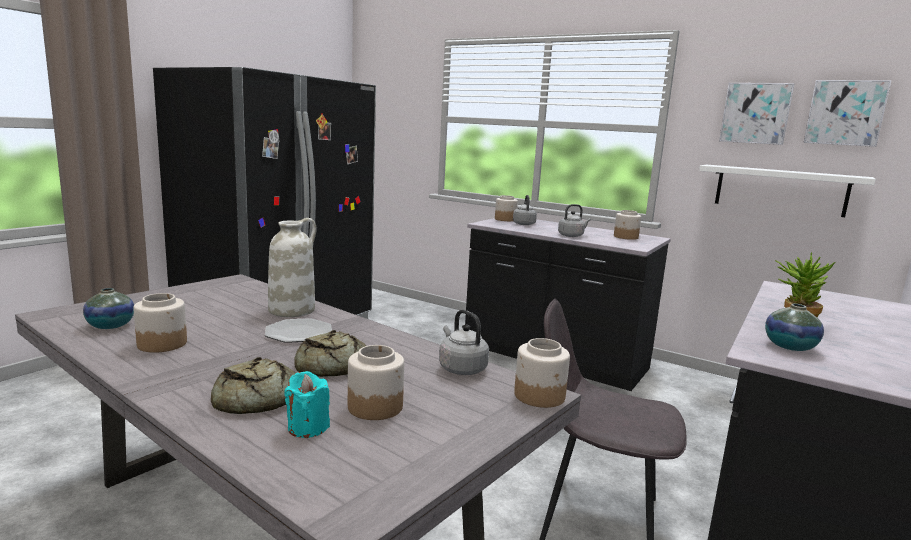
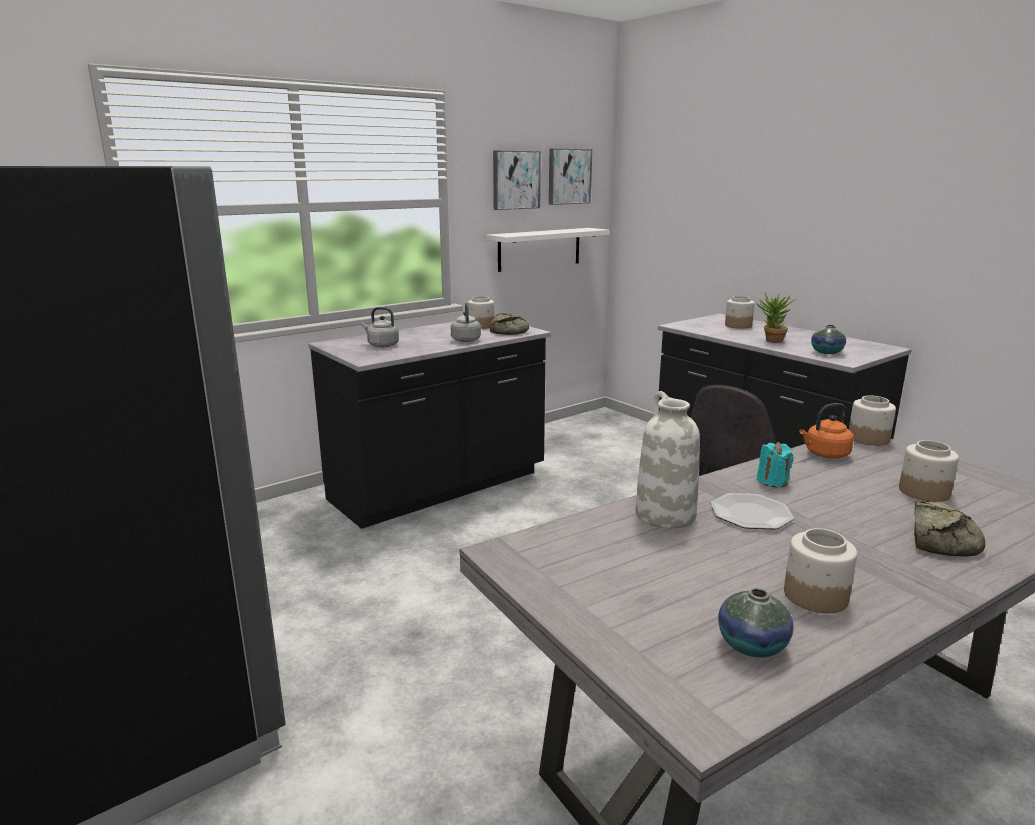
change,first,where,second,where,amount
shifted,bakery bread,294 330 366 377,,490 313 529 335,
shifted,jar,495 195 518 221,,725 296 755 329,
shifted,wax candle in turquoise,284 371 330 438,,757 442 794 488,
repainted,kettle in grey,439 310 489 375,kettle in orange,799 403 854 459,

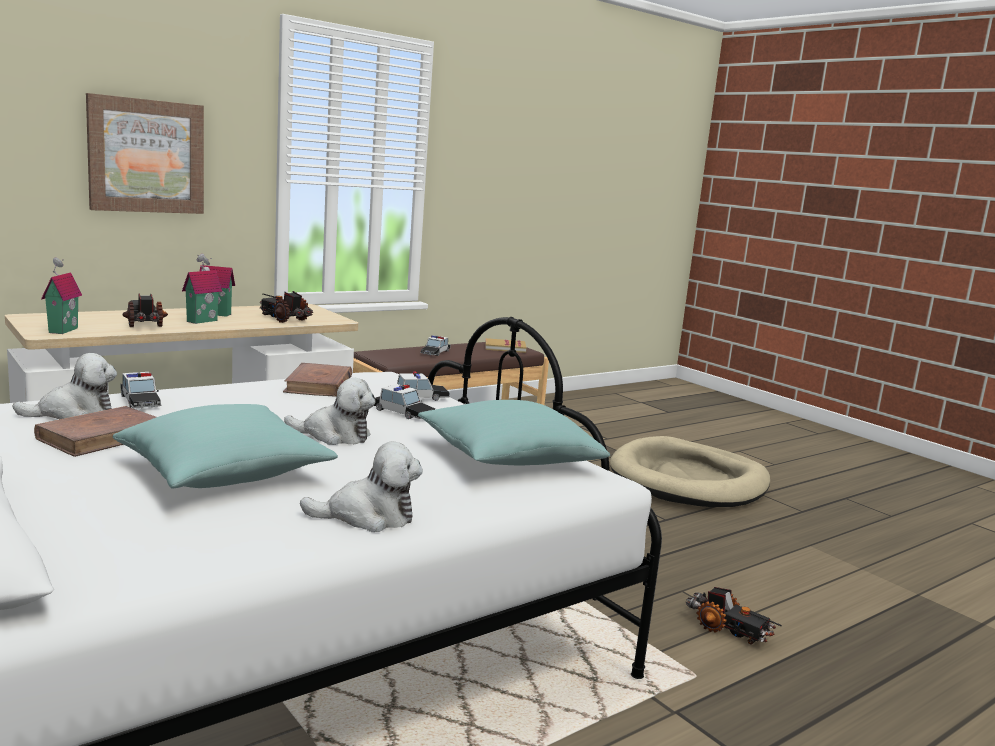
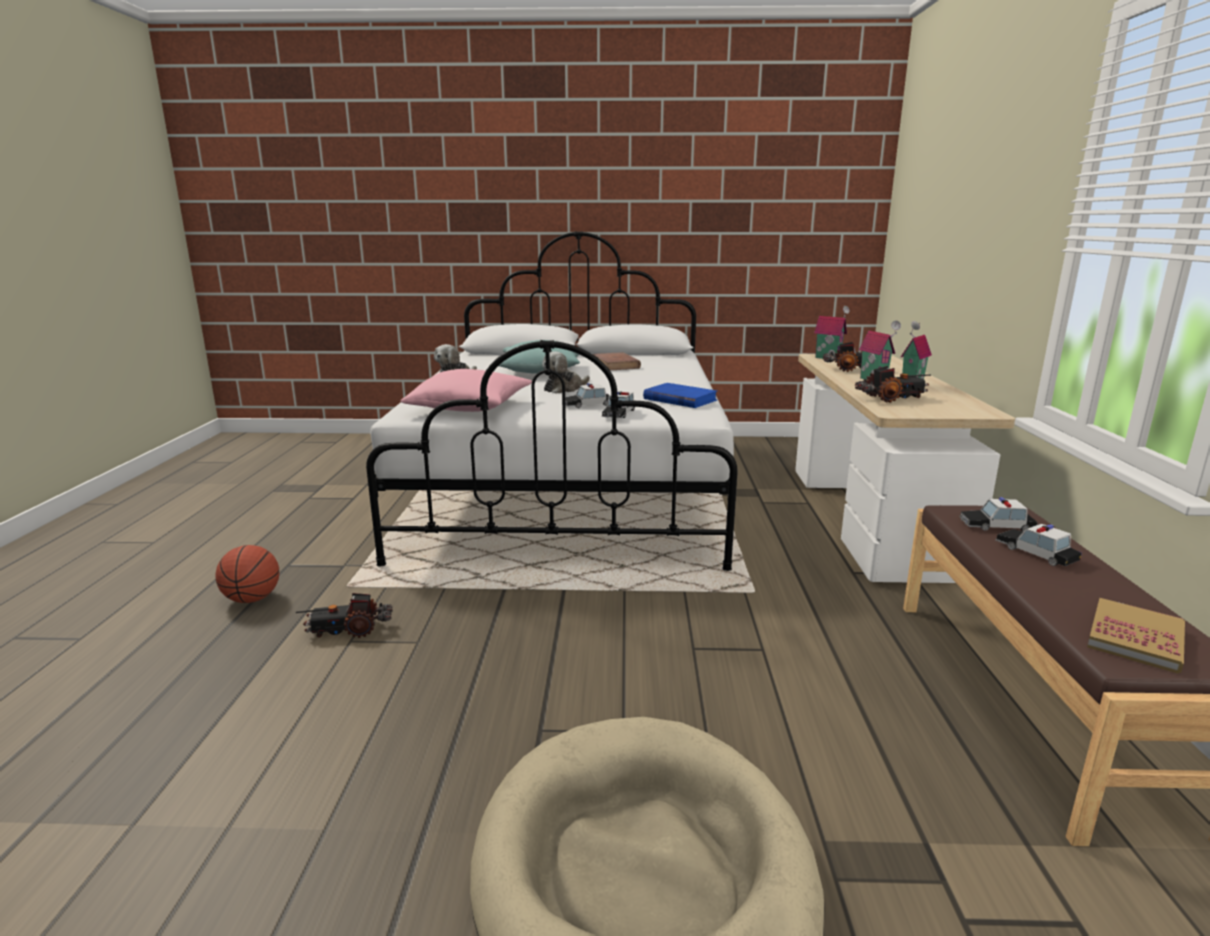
change,first,where,second,where,amount
new,,,basketball,215 545 279 603,
repainted,throw pillow in turquoise,418 400 610 466,throw pillow in pinkish,401 369 532 412,
repainted,bound book in brown,283 363 352 397,bound book in bluish,643 383 717 408,
shifted,toy car,121 372 162 408,,959 497 1038 532,
gone,cuddly toy,13 353 117 419,,,
gone,wall picture,86 93 204 214,,,

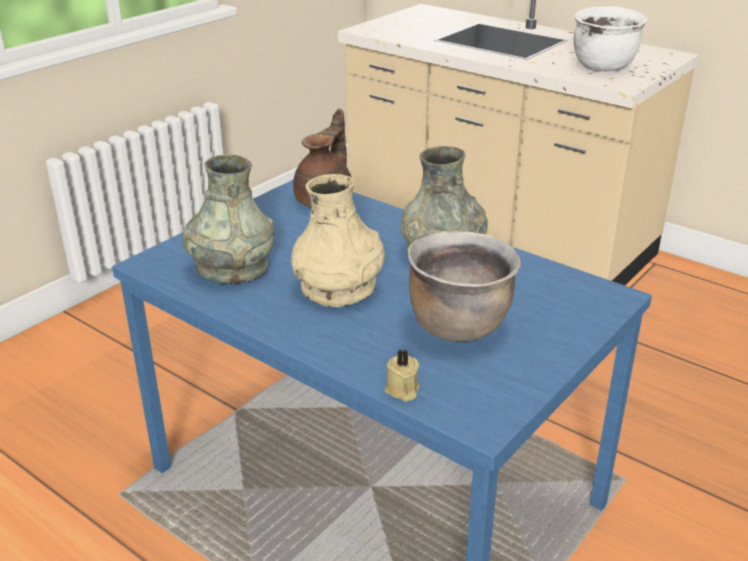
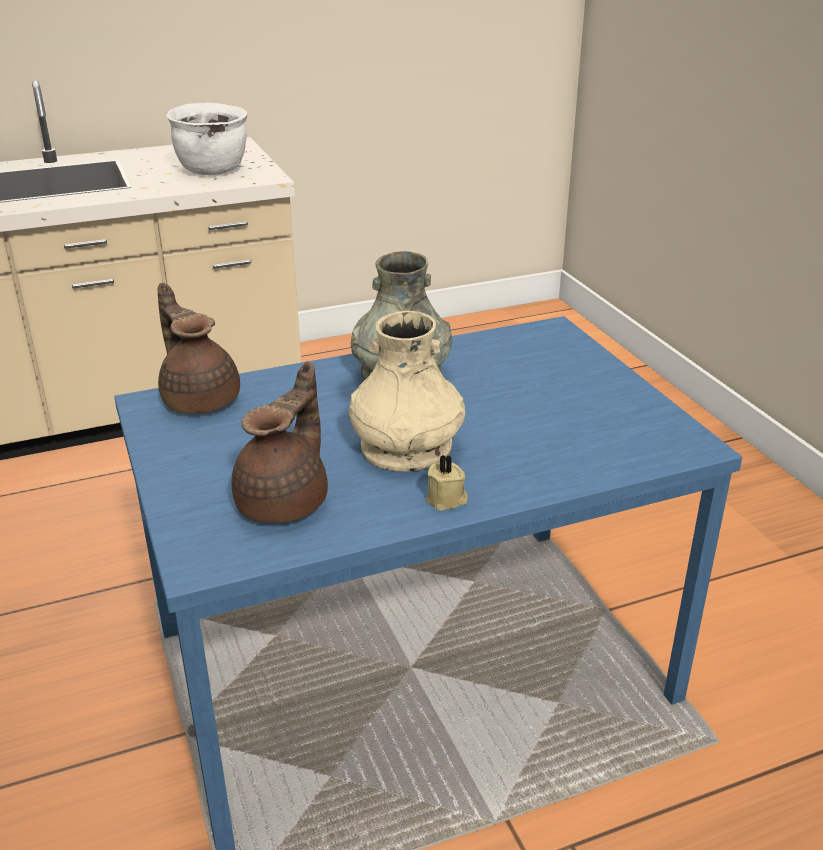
change,first,where,second,where,amount
swapped,decorative vase in grey,182 154 275 284,teapot in brown,231 361 328 523,
shifted,wax candle in beige-coloured,385 349 420 401,,426 454 468 511,
gone,stockpot in brown,407 231 521 342,,,

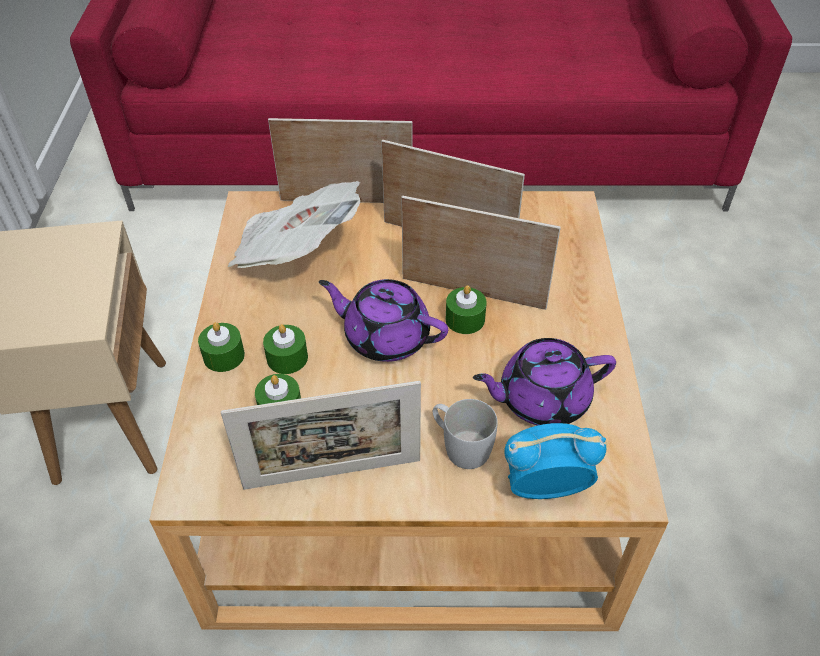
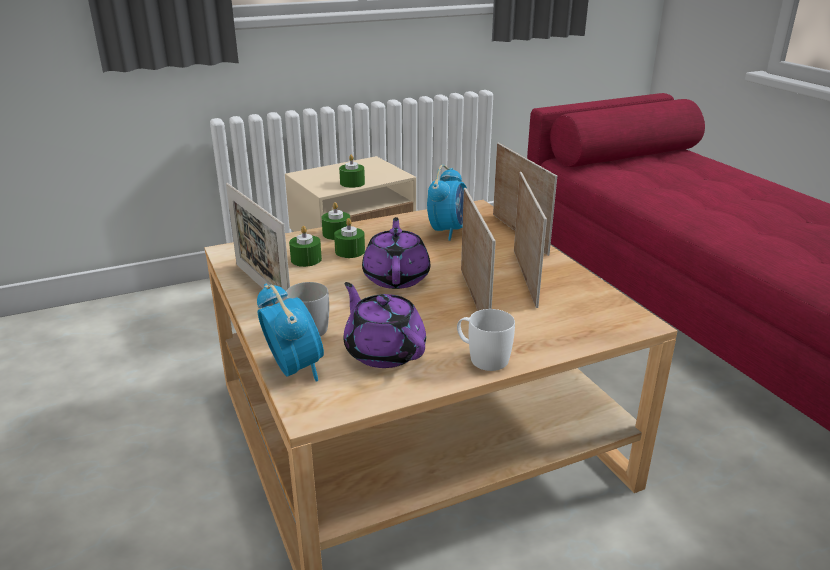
change,first,where,second,where,amount
shifted,wax candle in green-coloured,446 285 487 334,,339 155 365 188,
swapped,daily paper,227 181 360 268,bedside clock,427 165 467 241,
new,,,mug in whitish,457 309 515 371,

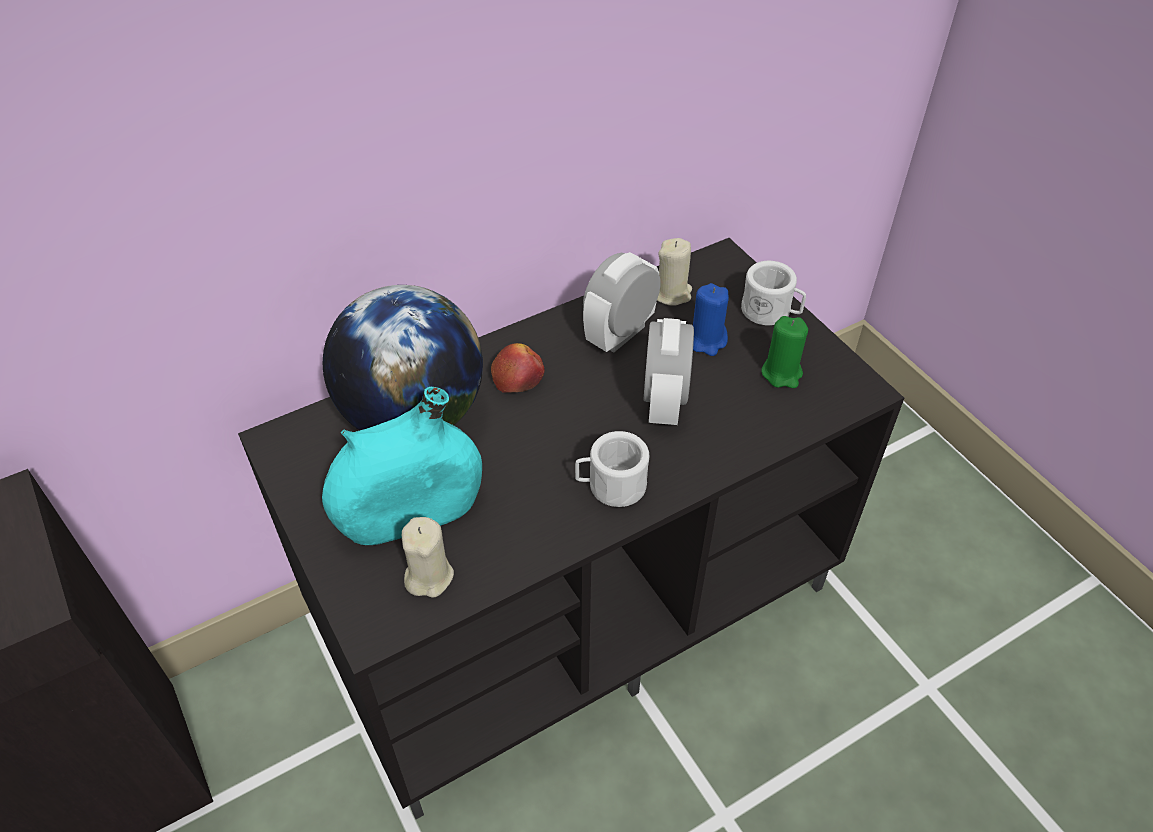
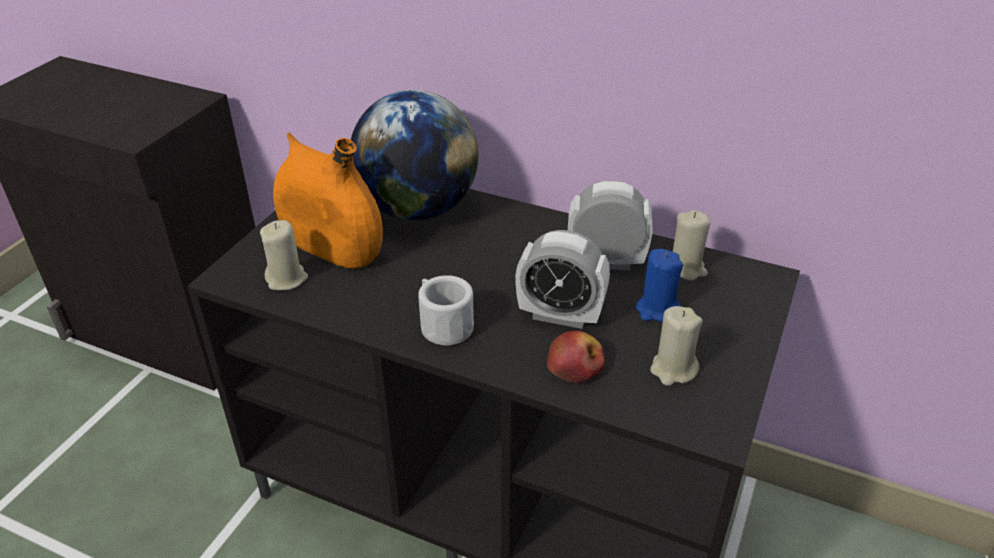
change,first,where,second,where,amount
repainted,decorative vase in turquoise,322 387 482 545,decorative vase in orange,273 133 383 269,
rotated,bedside clock,644 318 694 425,,515 230 610 329,135 degrees counterclockwise
shifted,apple fruit,491 343 544 392,,547 331 605 383,
repainted,wax candle in green-coloured,761 316 808 388,wax candle in beige-coloured,650 306 702 386,
gone,mug in whitish,741 261 806 325,,,

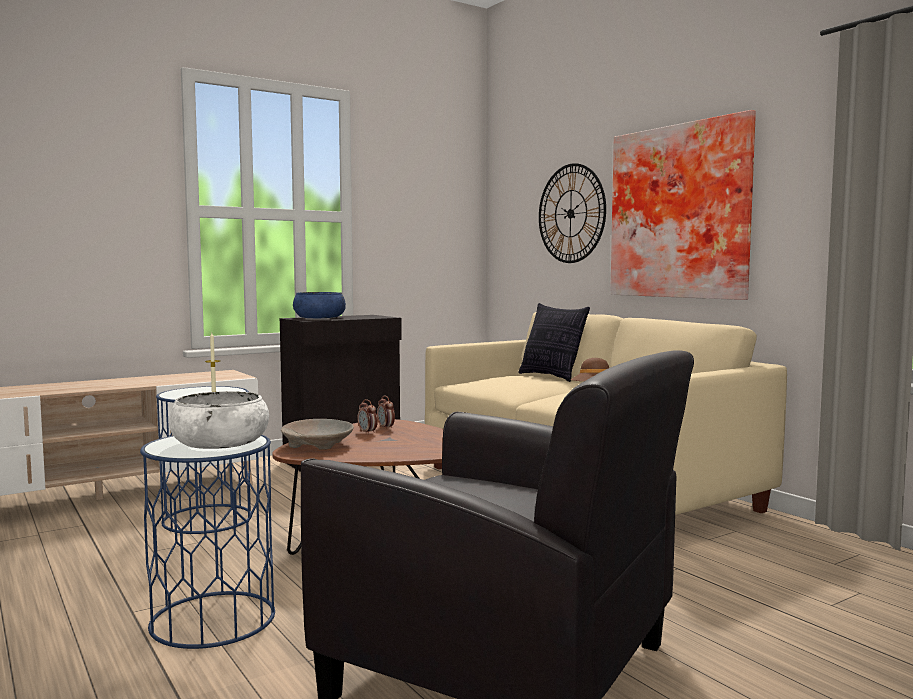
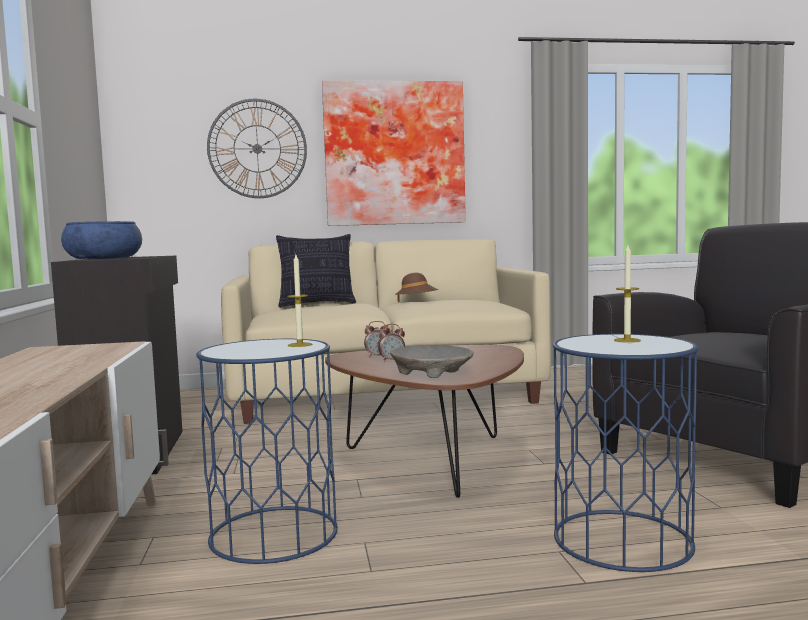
change,first,where,second,where,amount
swapped,bowl in whitish,169 391 269 449,wax candle,614 245 641 343,

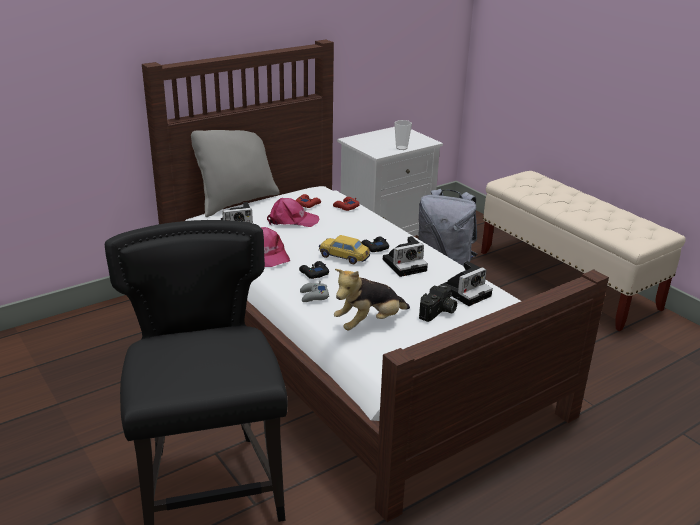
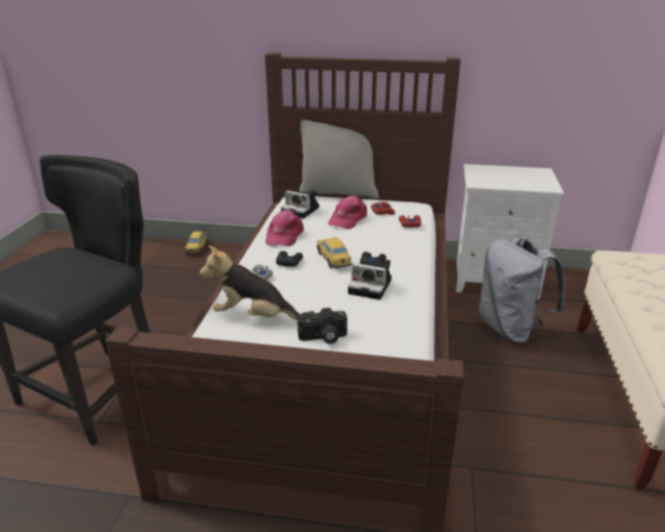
change,first,where,second,where,amount
new,,,toy car,185 231 208 254,
rotated,peaked cap in pinkish,267 198 319 227,,328 195 367 229,75 degrees clockwise
gone,cup,394 120 412 150,,,
gone,photo camera,441 261 493 306,,,

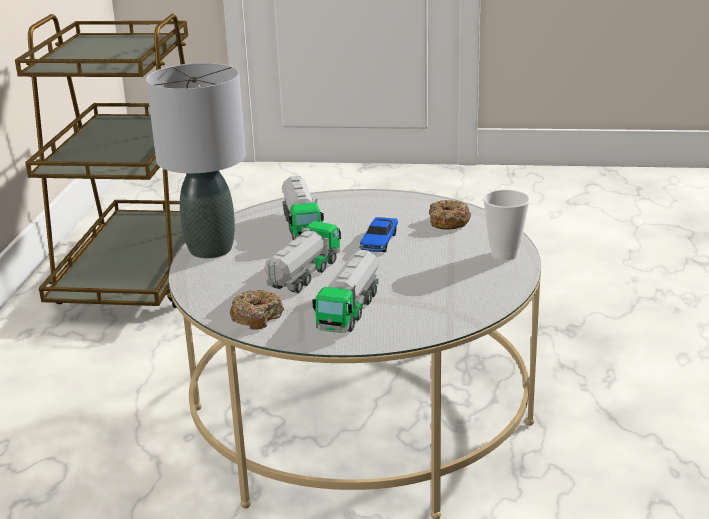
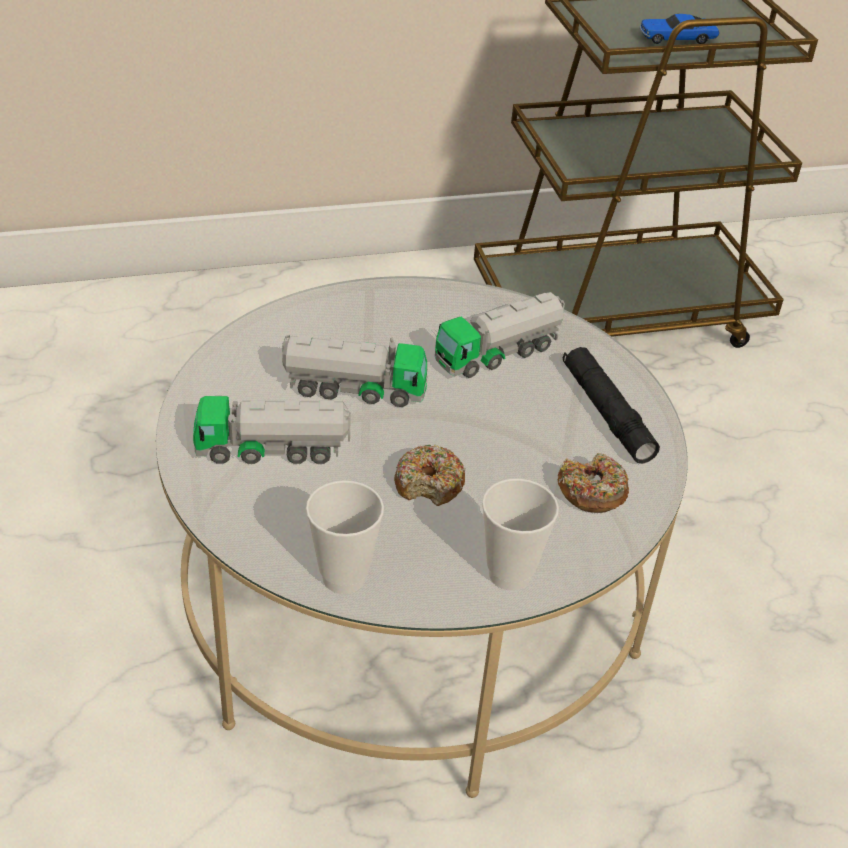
change,first,where,second,where,amount
new,,,cup,306 480 384 594,
shifted,donut,230 290 284 330,,394 445 466 506,
new,,,hand torch in blackish,563 347 660 464,
shifted,toy car,359 217 398 252,,640 14 719 44,
gone,tabletop lamp in grey,146 63 246 258,,,

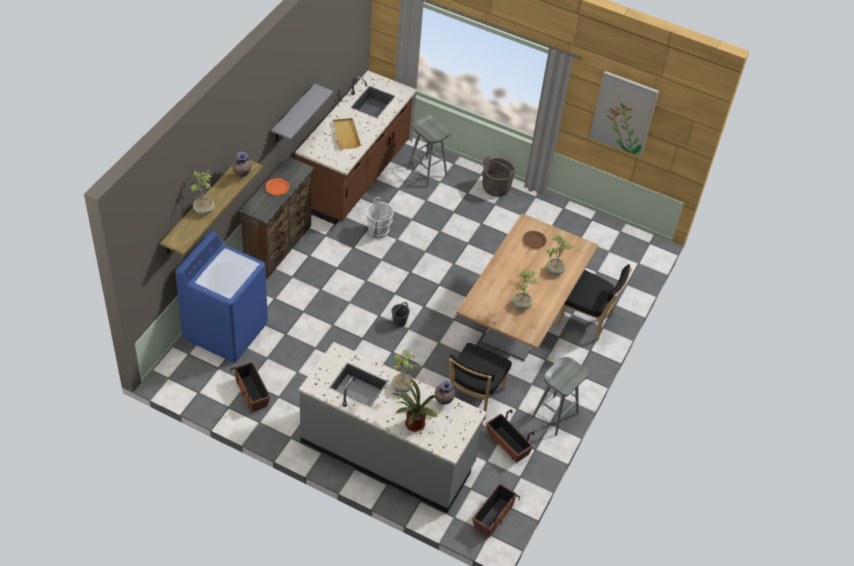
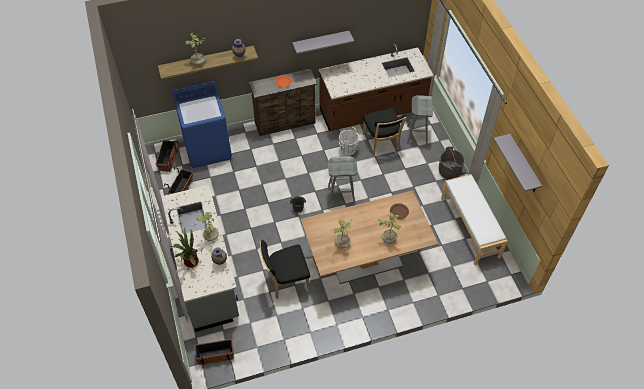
change,first,where,second,where,amount
shifted,flower pot,486 409 534 463,,155 140 178 172,
shifted,stool in grey,531 357 589 436,,328 156 358 204,
shifted,upright chair in blackish,557 264 632 341,,363 108 406 156,
new,,,long seat in whitish,441 174 508 265,
swapped,wall picture,589 71 659 157,bracket shelf in grey,494 134 542 192,
gone,carrying tray in beige-coloured,333 118 361 149,,,

